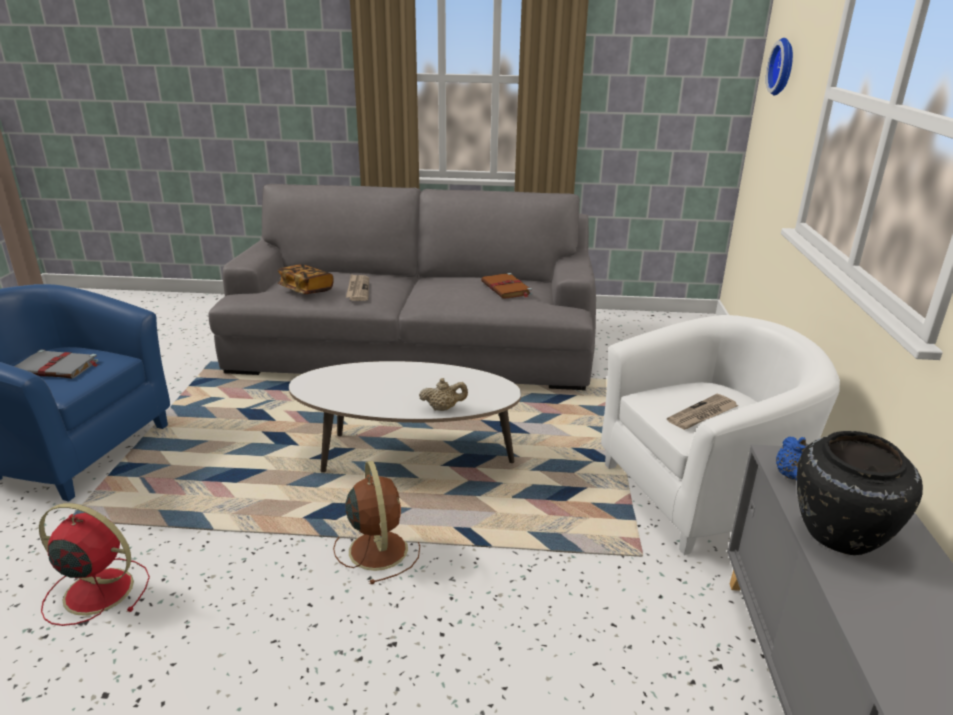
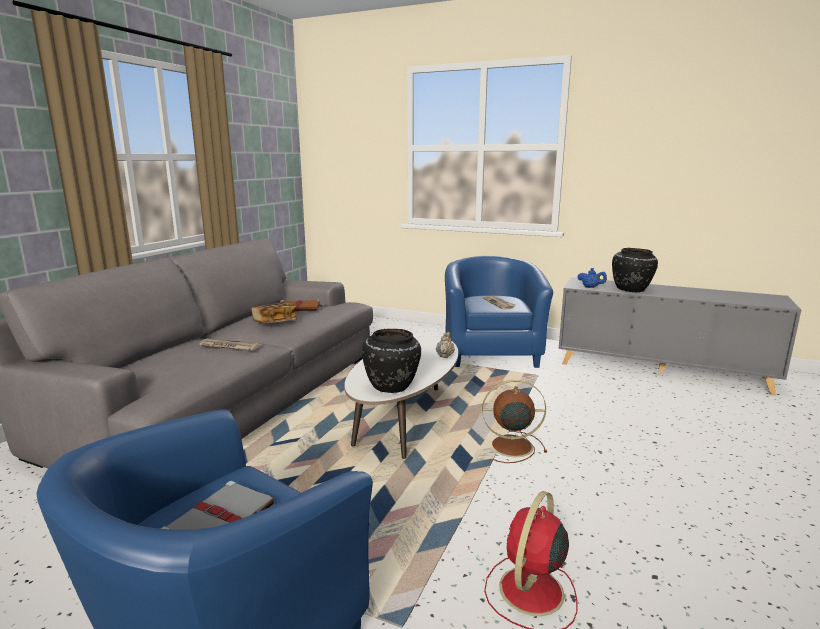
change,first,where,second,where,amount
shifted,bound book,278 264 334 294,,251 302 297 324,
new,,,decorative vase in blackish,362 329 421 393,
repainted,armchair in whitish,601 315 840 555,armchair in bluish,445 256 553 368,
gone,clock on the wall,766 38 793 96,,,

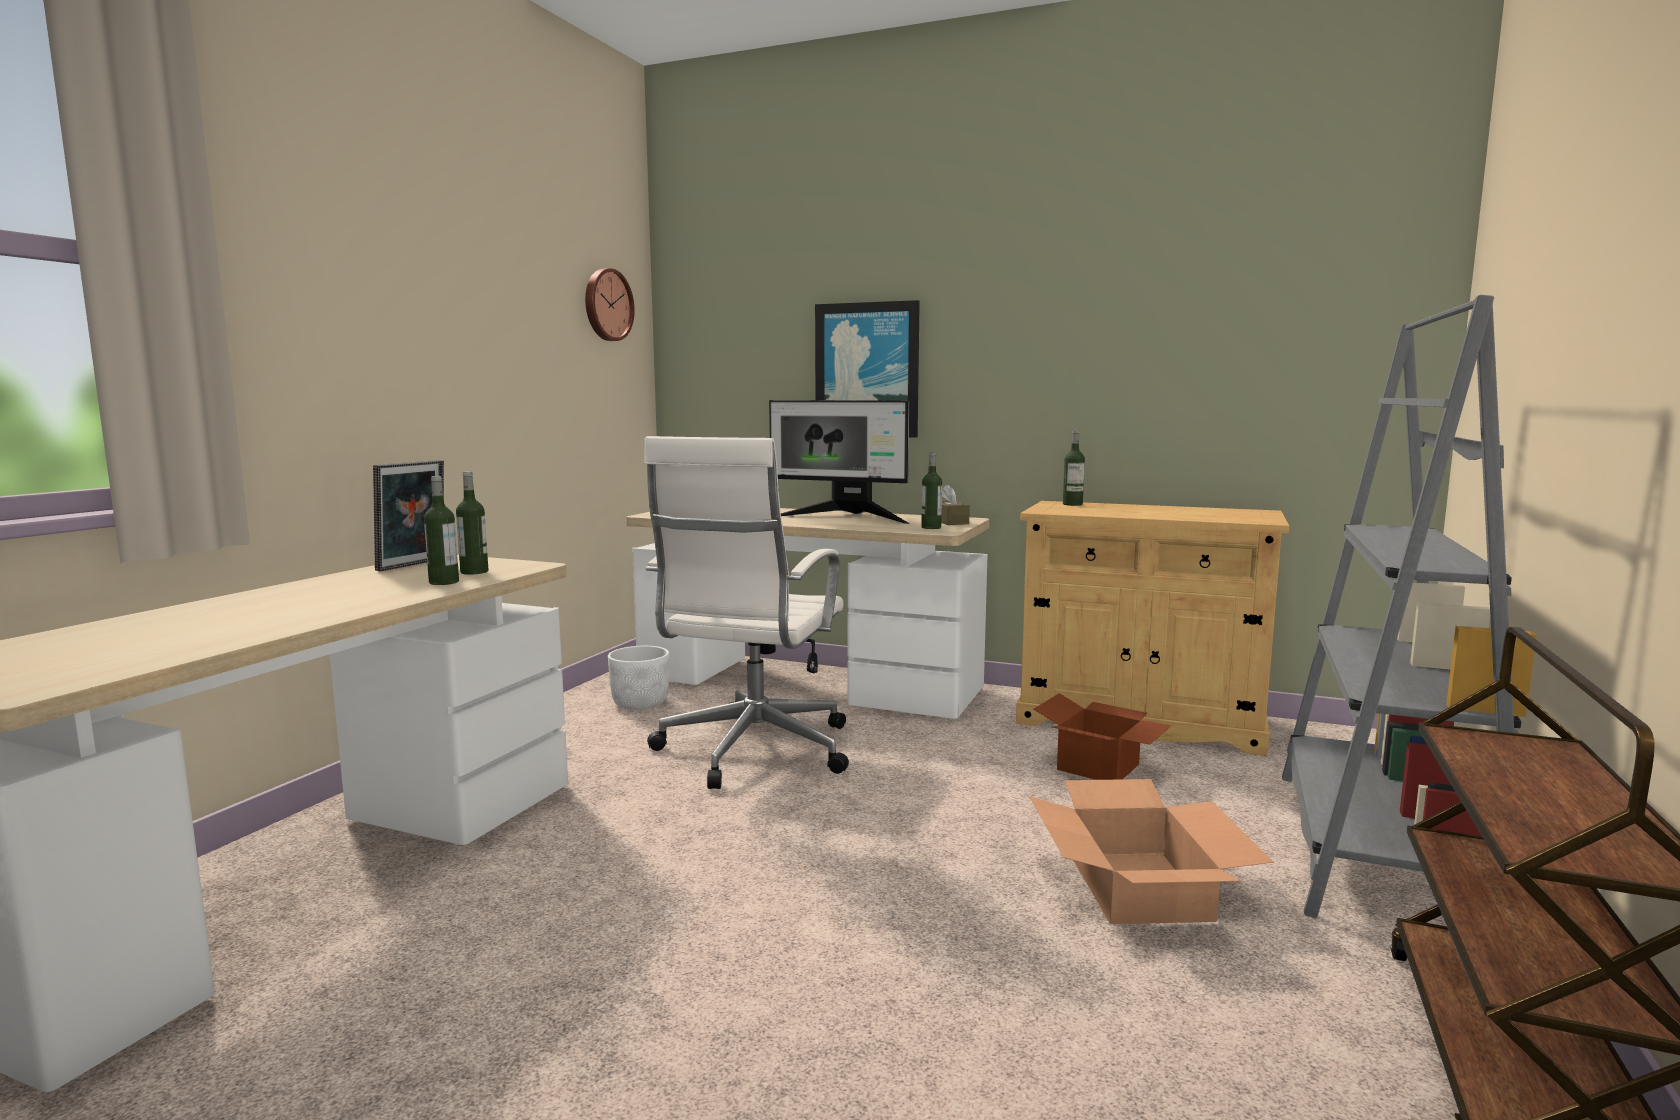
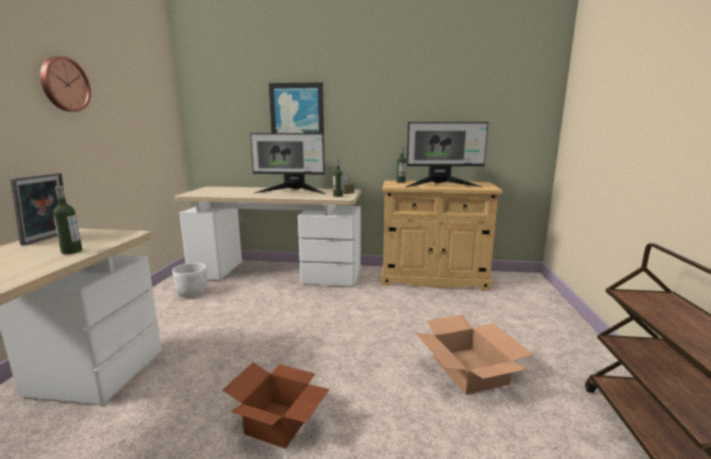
change,first,where,second,where,amount
shifted,clock on the wall,585 268 635 341,,40 56 91 112,
shifted,carton,1034 693 1172 780,,223 362 329 449,
new,,,computer display,405 122 488 188,
gone,beverage bottle,456 471 488 575,,,
gone,office chair in whitish,644 436 849 789,,,
gone,shelving unit in grey,1282 295 1537 918,,,

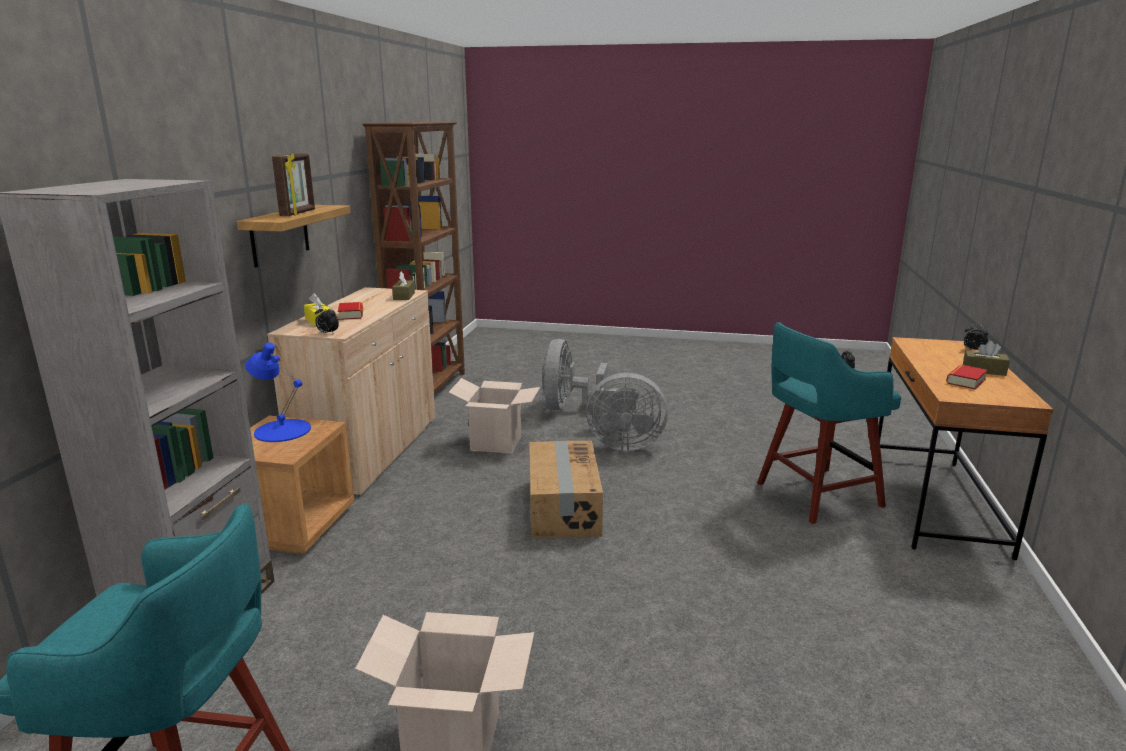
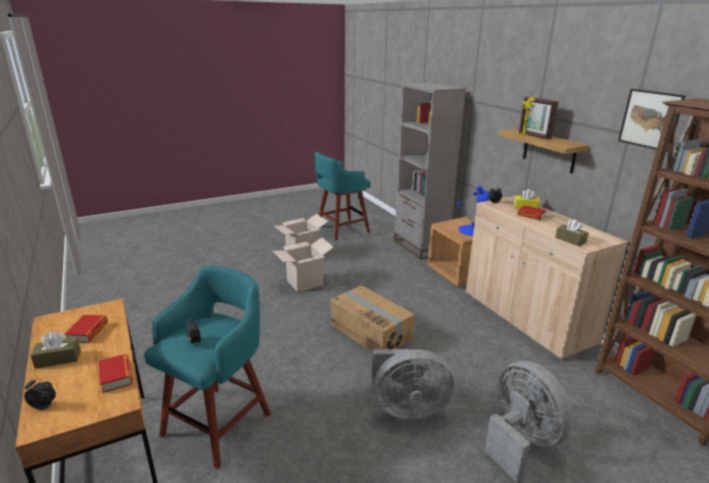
change,first,where,second,where,amount
new,,,bound book,99 354 133 393,
shifted,carton,449 378 540 454,,273 238 334 292,
rotated,electric fan in grey,586 373 668 451,,372 349 454 420,150 degrees counterclockwise
new,,,wall picture,618 89 686 152,

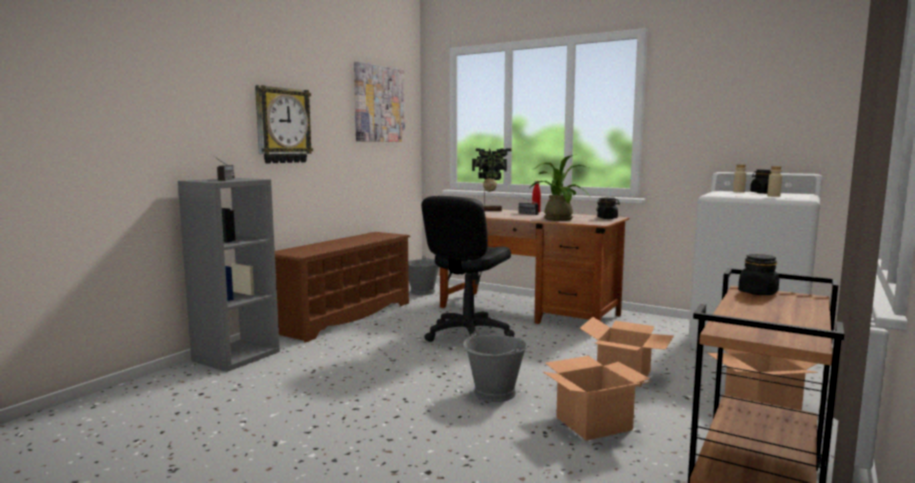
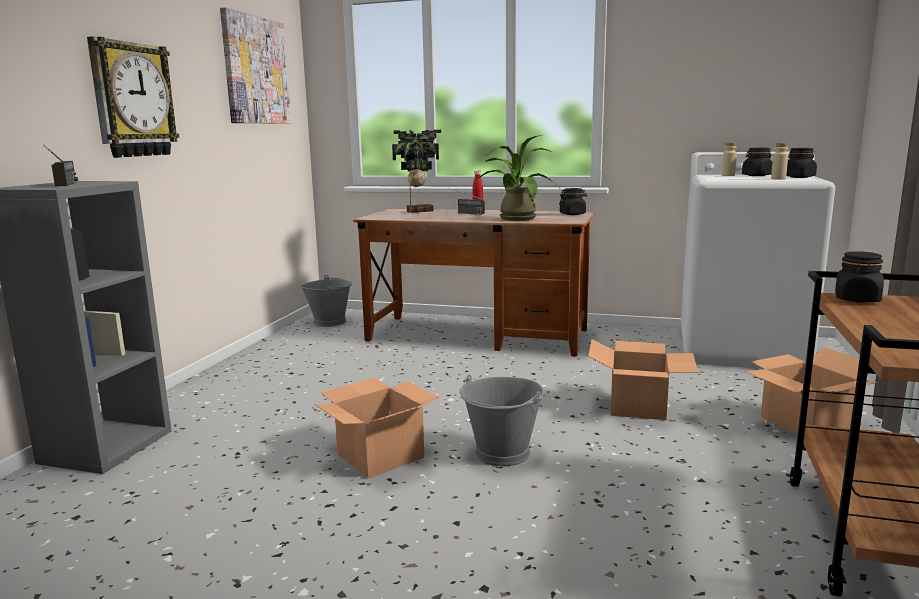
change,first,where,second,where,amount
shifted,carton,543 356 652 441,,315 378 440 478,
new,,,jar in blackish,786 148 817 178,
gone,shoe shelf in brown,275 232 410 343,,,
gone,office chair in blackish,421 196 514 342,,,

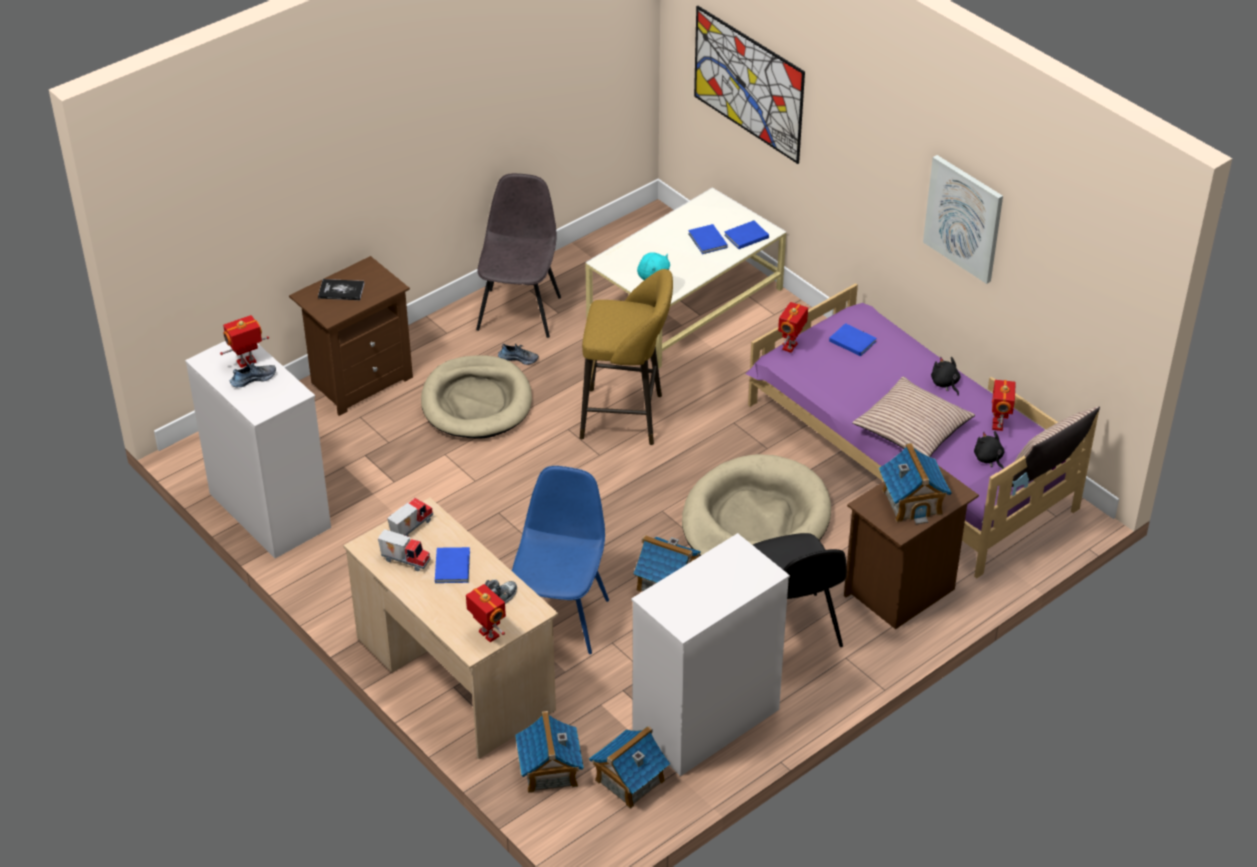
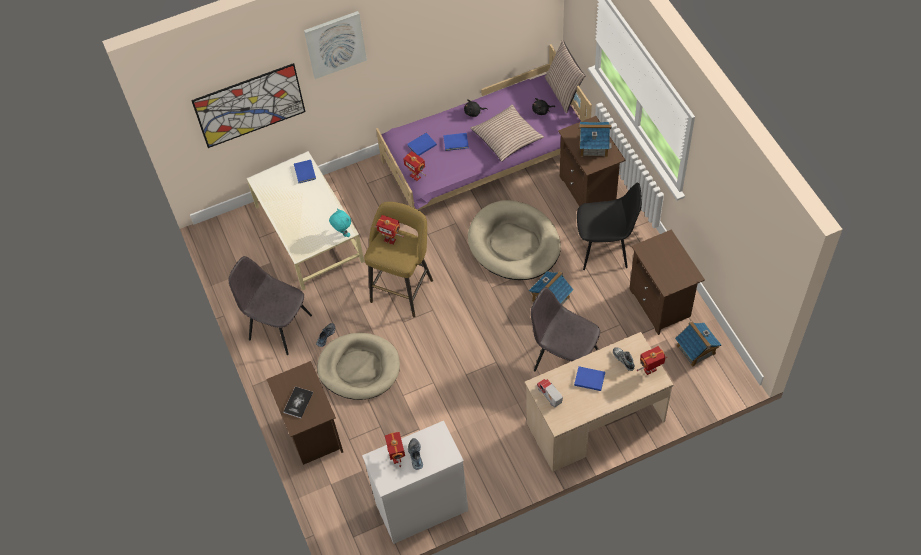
change,first,where,second,where,amount
shifted,wall picture,923 155 1003 284,,304 11 367 79,
shifted,robot figure,992 380 1016 431,,375 215 404 245,
shifted,bound book in bluish,688 224 728 254,,443 133 469 151,
repainted,upright chair in bluish,512 466 609 654,upright chair in grey,531 287 600 371,
swapped,drawer chest in whitish,631 533 790 776,bedside table in brown,629 230 705 335,
gone,toy truck,378 529 431 571,,,
gone,model house,515 711 584 793,,,

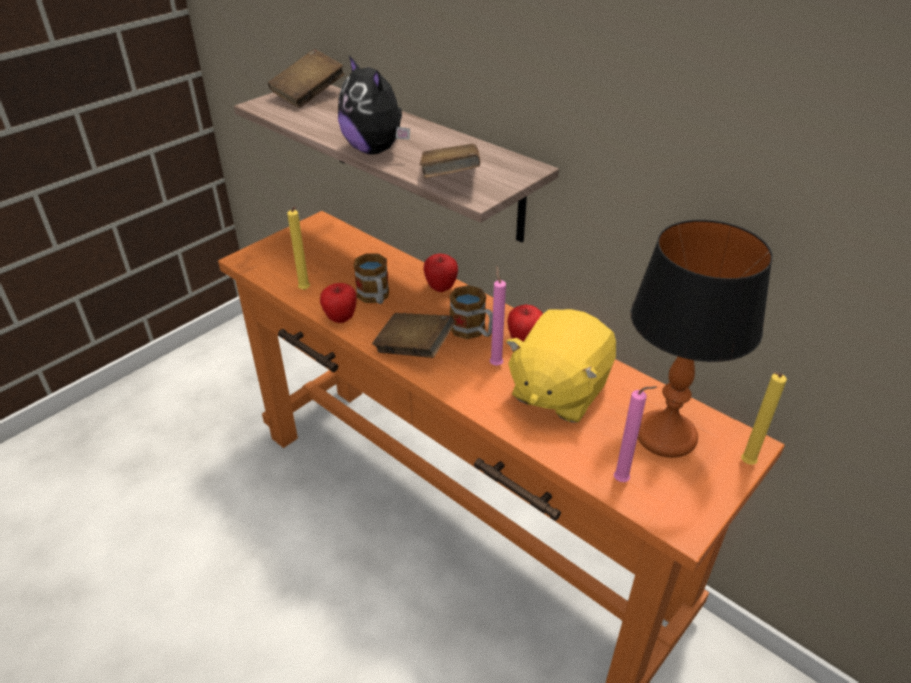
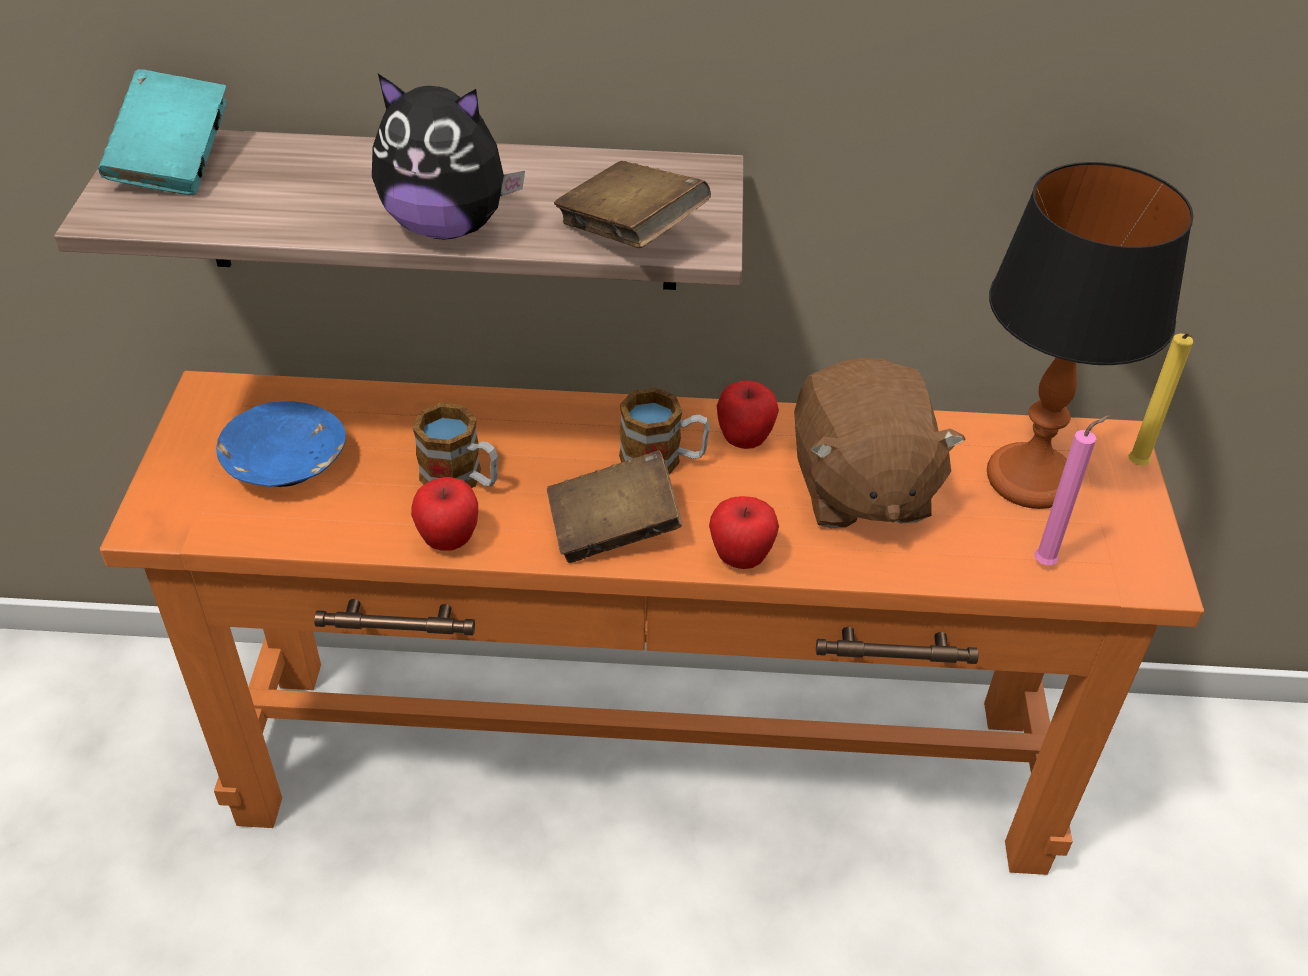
change,first,where,second,where,amount
repainted,bound book in brown,268 49 345 108,bound book in turquoise,98 70 227 195,
new,,,bowl in bluish,216 401 346 487,
shifted,apple fruit,424 253 458 292,,709 496 779 569,
repainted,cuddly toy in yellowish,506 309 616 423,cuddly toy in brown,794 358 965 529,
gone,wax candle in yellowish,287 207 310 290,,,
gone,wax candle in pinkish,490 267 506 366,,,

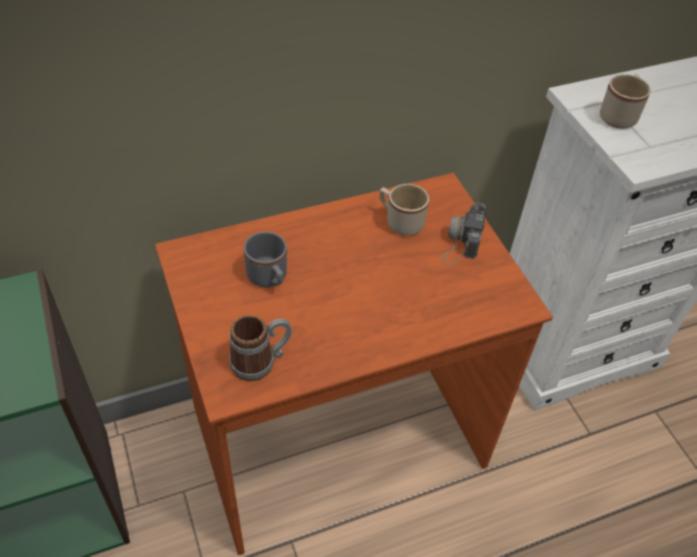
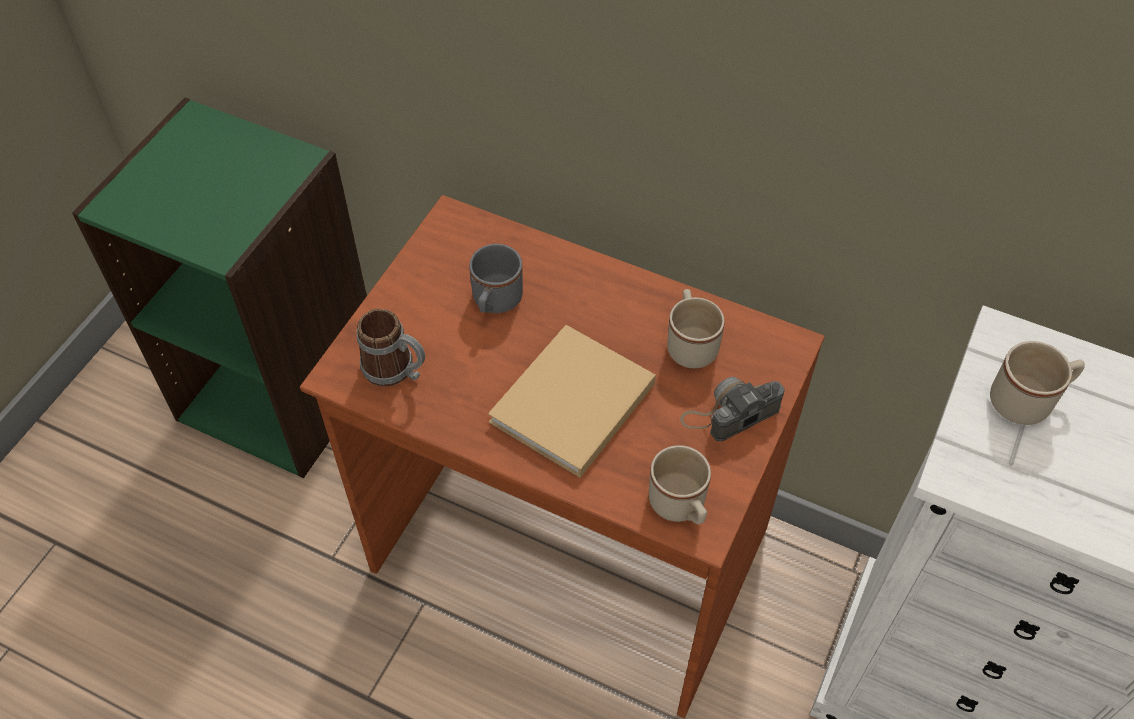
change,first,where,second,where,amount
new,,,bound book in beige-coloured,488 325 656 478,
new,,,mug in beige-coloured,649 445 711 524,

